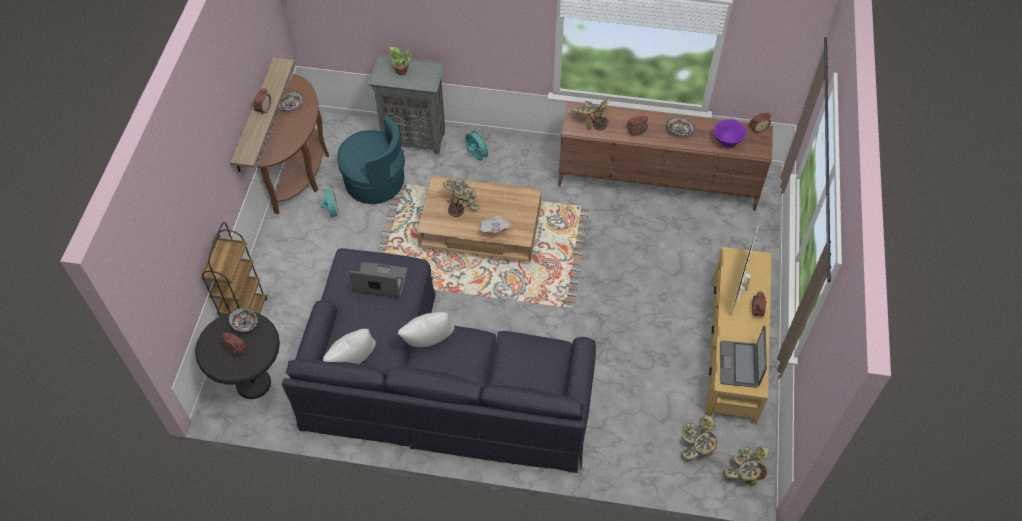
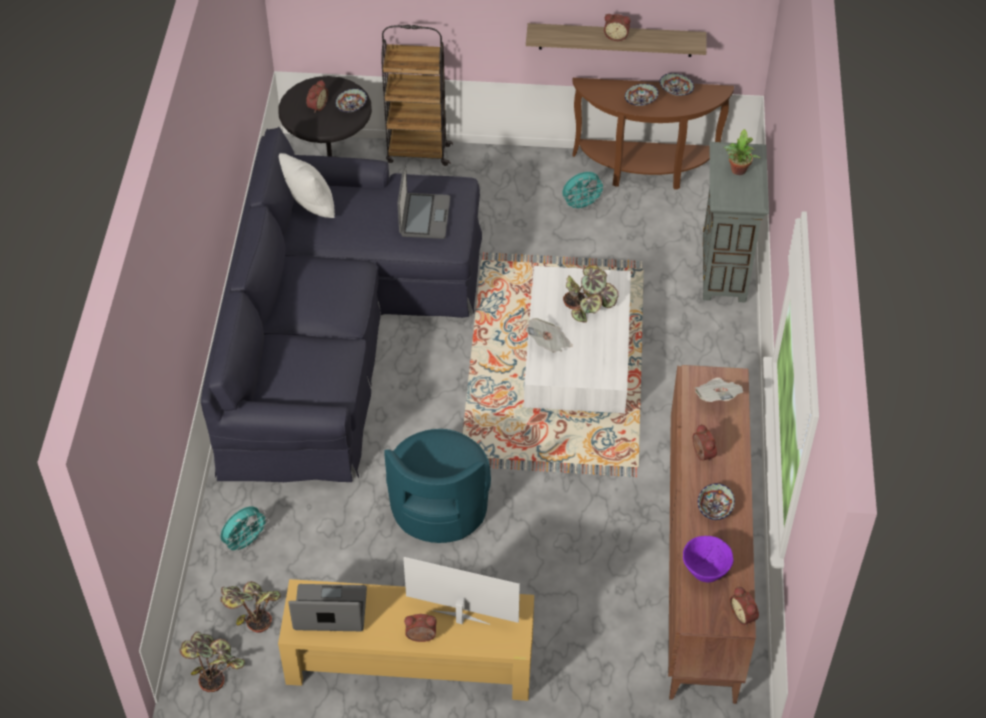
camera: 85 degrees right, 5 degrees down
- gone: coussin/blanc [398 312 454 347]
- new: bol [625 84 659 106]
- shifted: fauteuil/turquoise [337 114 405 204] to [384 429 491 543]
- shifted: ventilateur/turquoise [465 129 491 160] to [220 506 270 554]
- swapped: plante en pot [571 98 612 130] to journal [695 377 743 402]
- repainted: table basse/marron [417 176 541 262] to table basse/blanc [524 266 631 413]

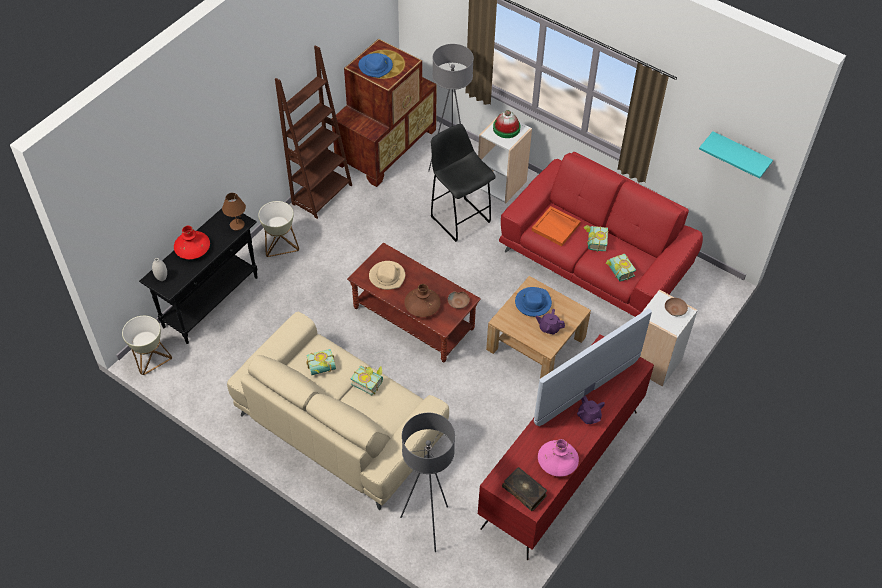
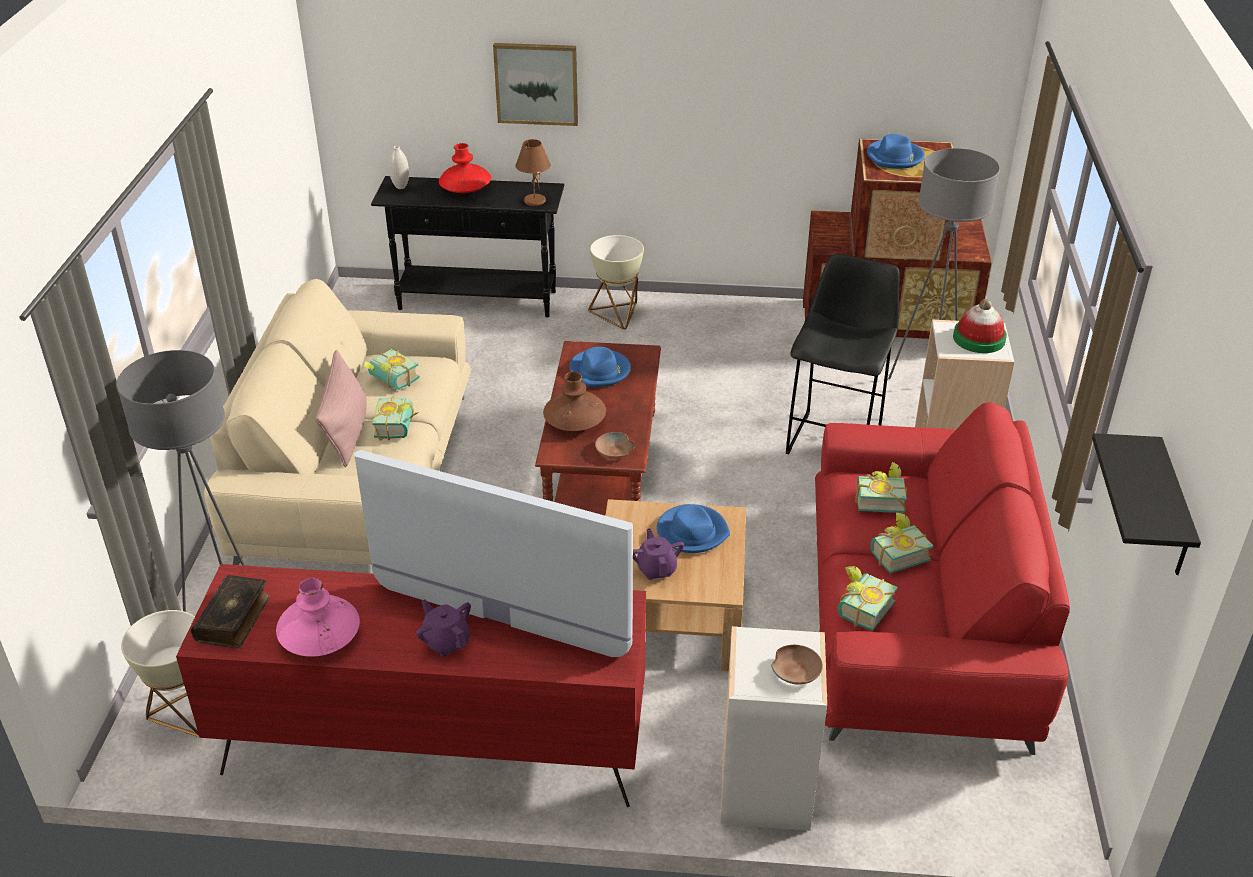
camera: 60 degrees right, 15 degrees down
- gone: bibliothèque/marron [275 45 352 219]
- new: coussin/rose [315 350 367 467]
- new: tableau [493 43 578 126]
- shifted: cache-pot [122 316 172 375] to [121 610 199 737]
- swapped: plateau/orange [532 206 581 246] to livre [855 462 907 513]
- repainted: chapeau/beige [369 261 405 290] to chapeau/bleu [570 347 631 387]
- repainted: étagère/turquoise [699 131 773 179] to étagère/noir [1092 433 1201 575]
- rotated: théière/violet [577 396 605 424] = [416 599 471 656] 105 degrees clockwise

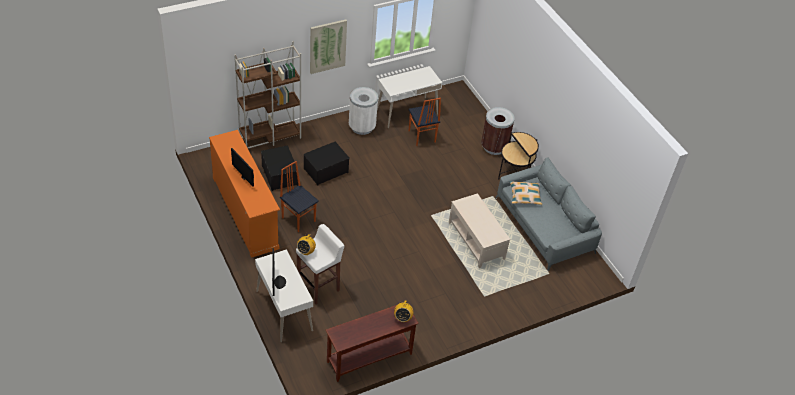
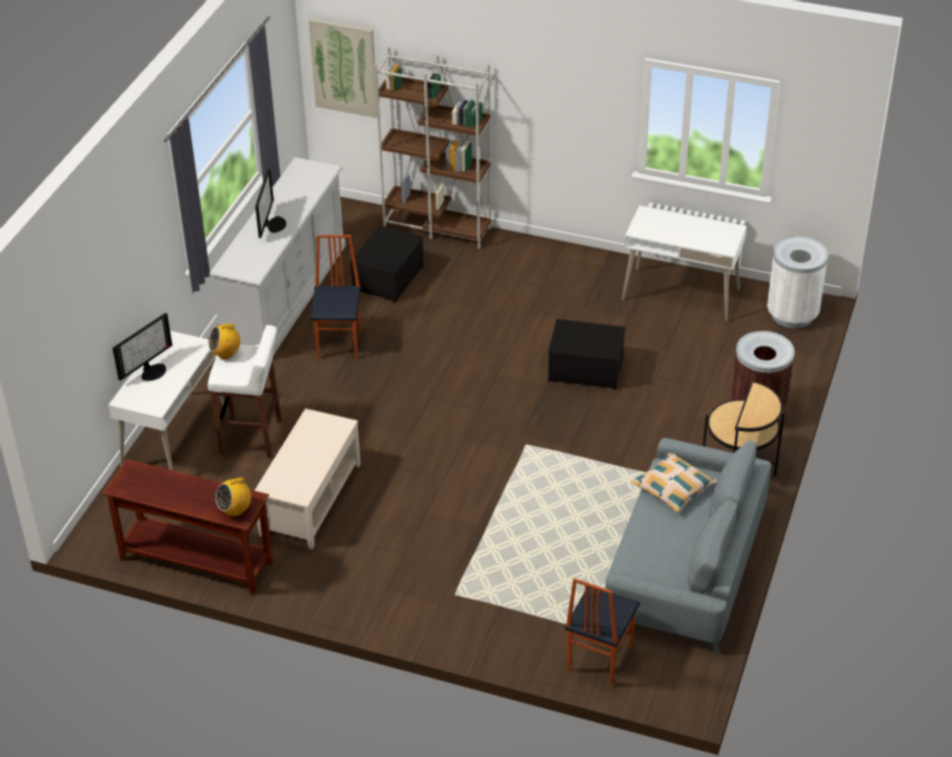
camera: 50 degrees right, 5 degrees down
- shifted: boîte de rangement [303 142 349 186] to [548 319 626 390]
- shifted: tableau [310 19 347 74] to [309 18 377 118]
- shifted: poubelle/blanc [349 87 378 135] to [767 236 828 328]
- shifted: chaise [408 98 441 146] to [565 578 640 686]
- shifted: table basse/beige [449 193 510 268] to [254 408 361 550]
- repainted: meuble de rangement/orange [209 130 280 258] to meuble de rangement/blanc [209 157 346 355]

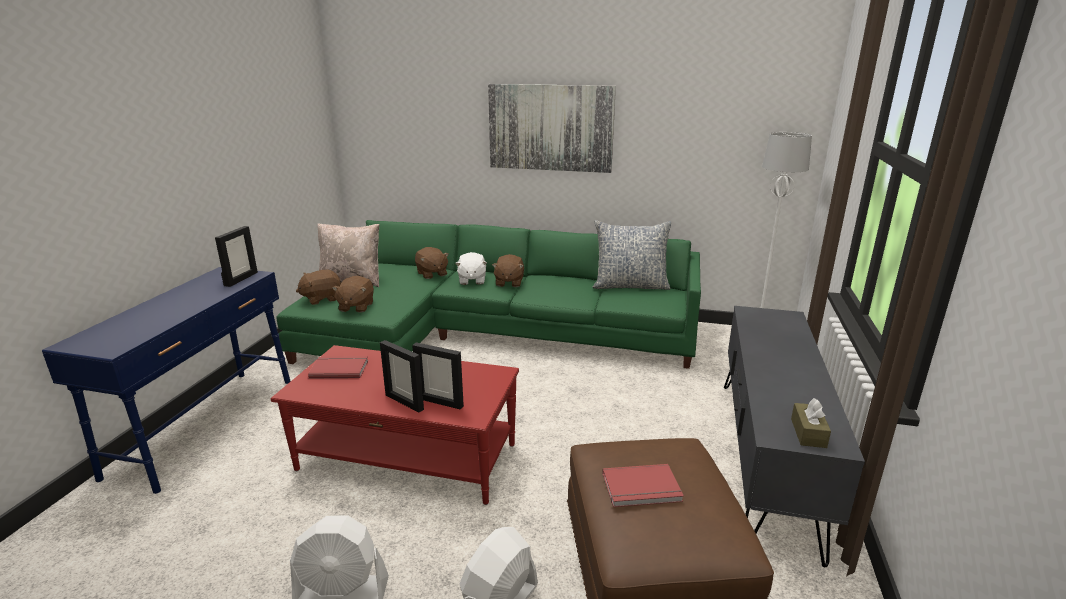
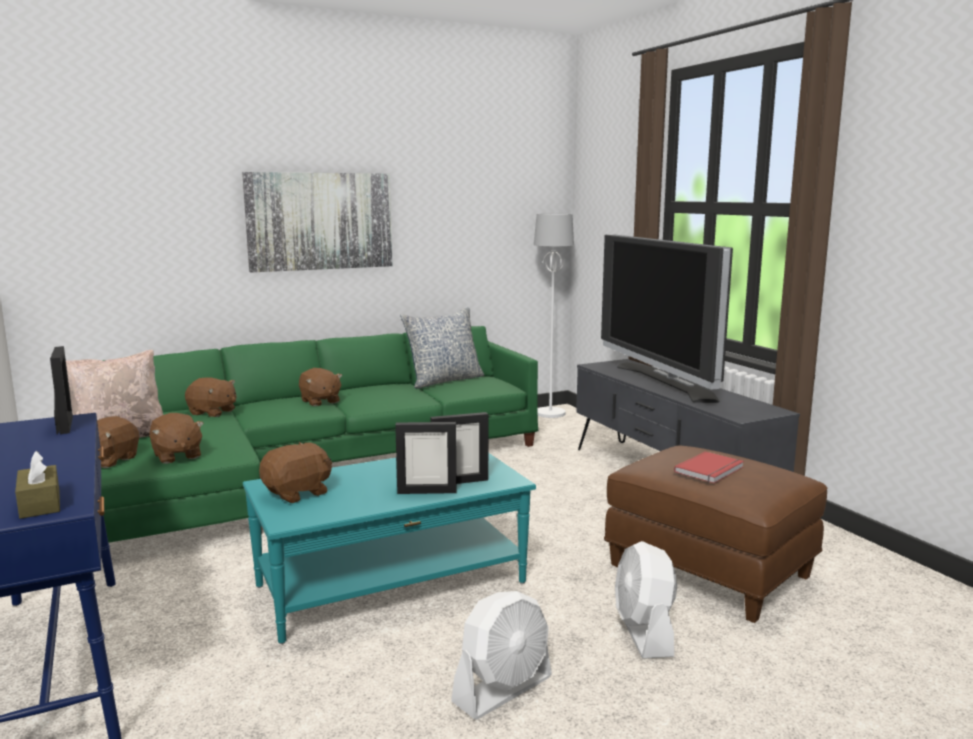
camera: 40 degrees left, 10 degrees down
- gone: peluche/blanc [455 252 487 285]
- new: téléviseur [601 234 733 403]
- shifted: boîte à mouchoirs/marron [791 398 831 448] to [15 451 60 519]
- swapped: livre/rouge [308 356 368 379] to peluche/marron [259 442 332 503]
- repainted: table basse/rouge [271 345 519 505] to table basse/turquoise [243 453 536 644]

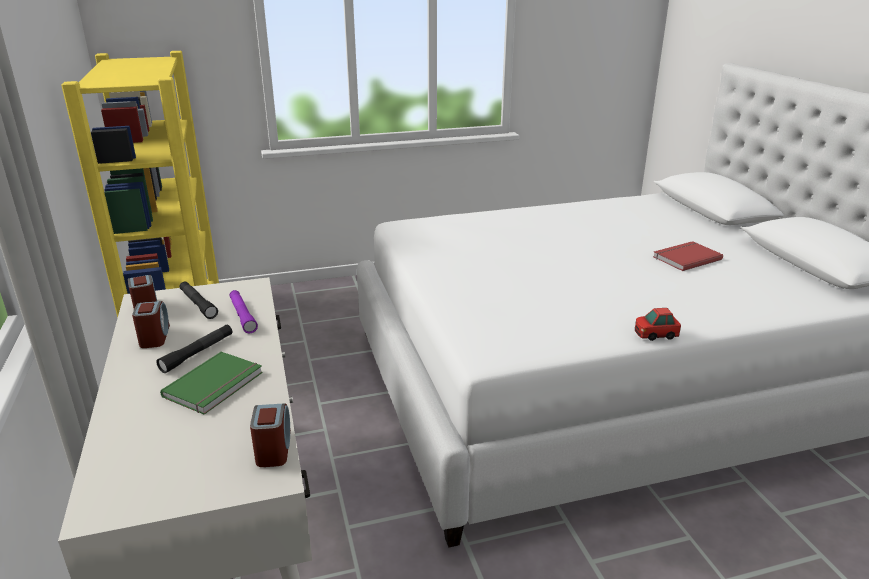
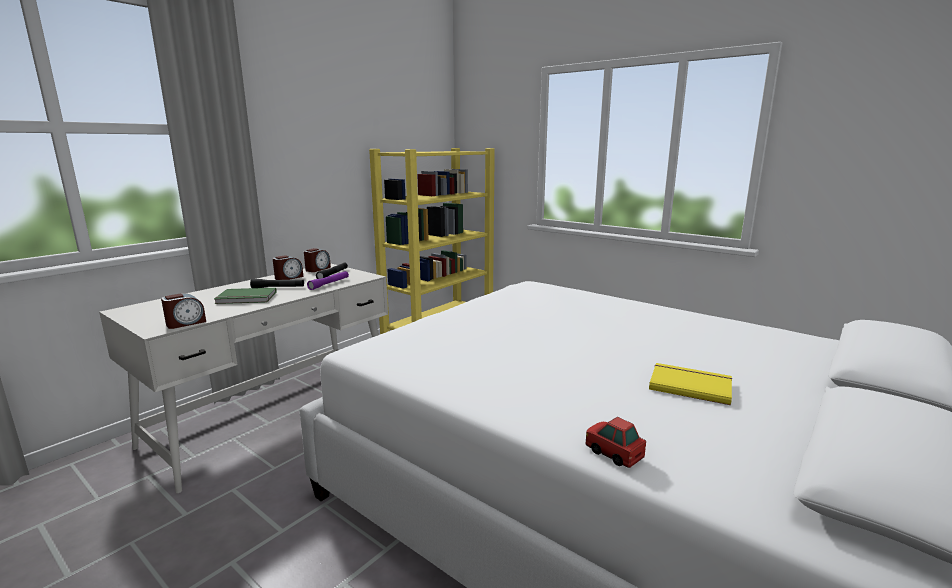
camera: 55 degrees right, 10 degrees down
- shifted: petite voiture [635 308 681 341] to [586 417 646 468]
- repainted: livre/rouge [653 241 723 271] to livre/jaune [649 363 732 405]

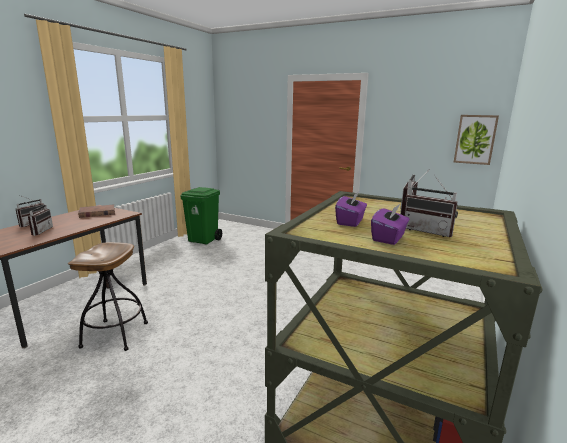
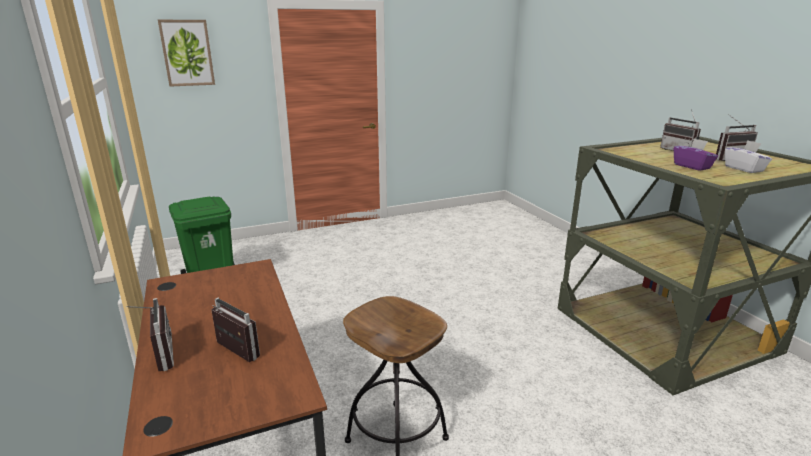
camera: 50 degrees left, 5 degrees up
- gone: livre/marron [78 204 115 218]
- shifted: tableau [454 115 499 165] to [158 20 215 87]
- repainted: boîte à mouchoirs/violet [371 204 409 245] to boîte à mouchoirs/blanc [725 141 772 173]

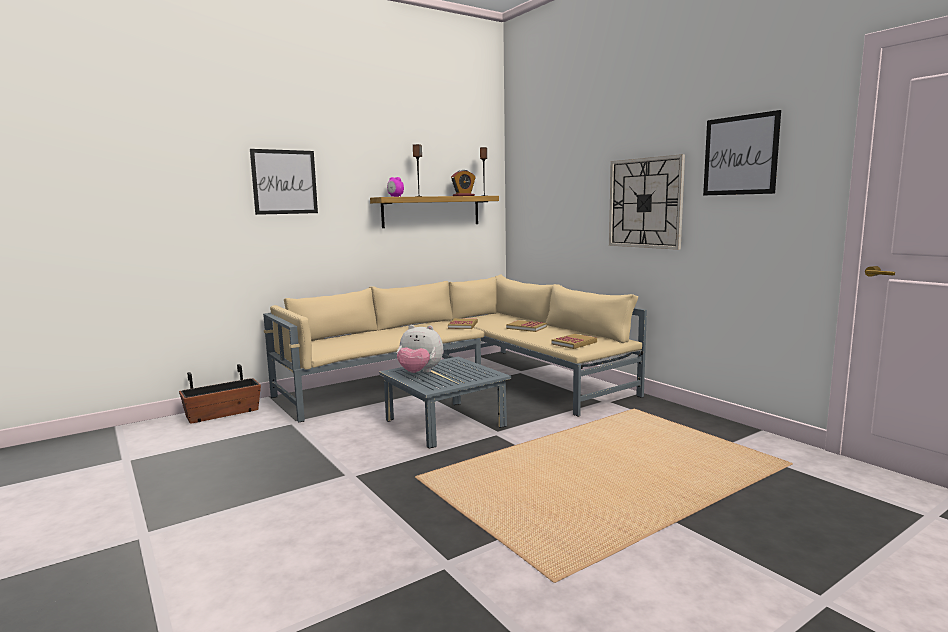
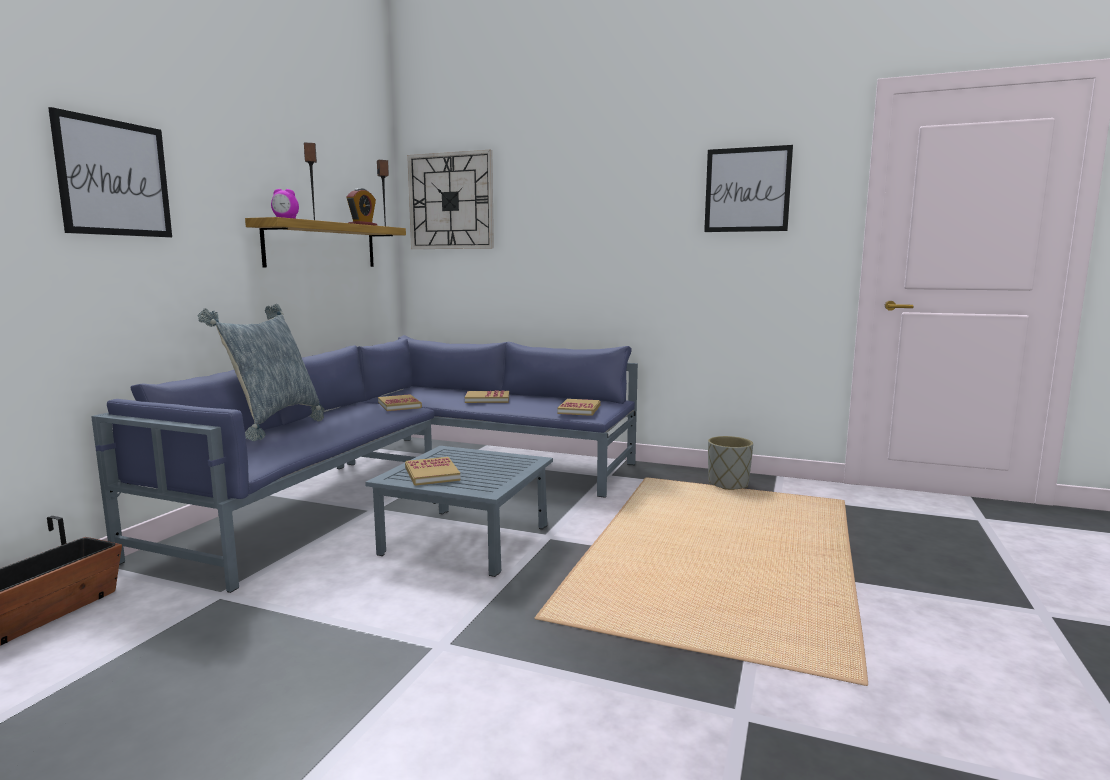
camera: 35 degrees left, 0 degrees up
- new: coussin [197 304 325 441]
- new: cache-pot/gris [708 436 753 490]
- shifted: horloge murale [609 154 685 250] to [407 150 494 249]
- swapped: peluche [397 325 443 373] to livre [405 457 461 486]
- repainted: canapé/beige [263 274 647 449] to canapé/bleu [91 335 638 593]

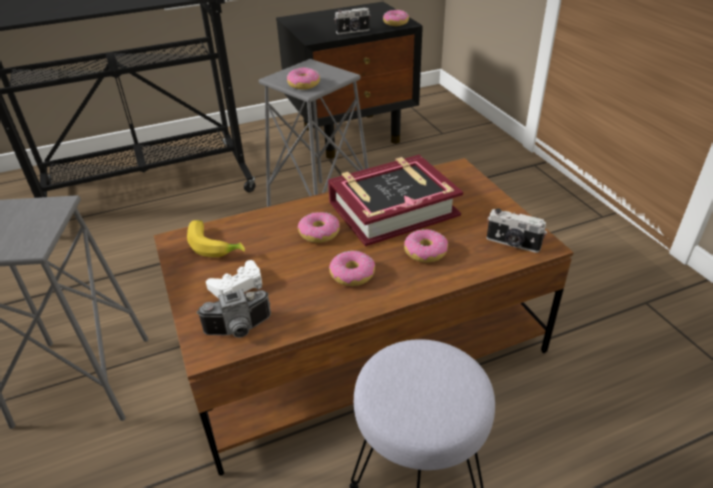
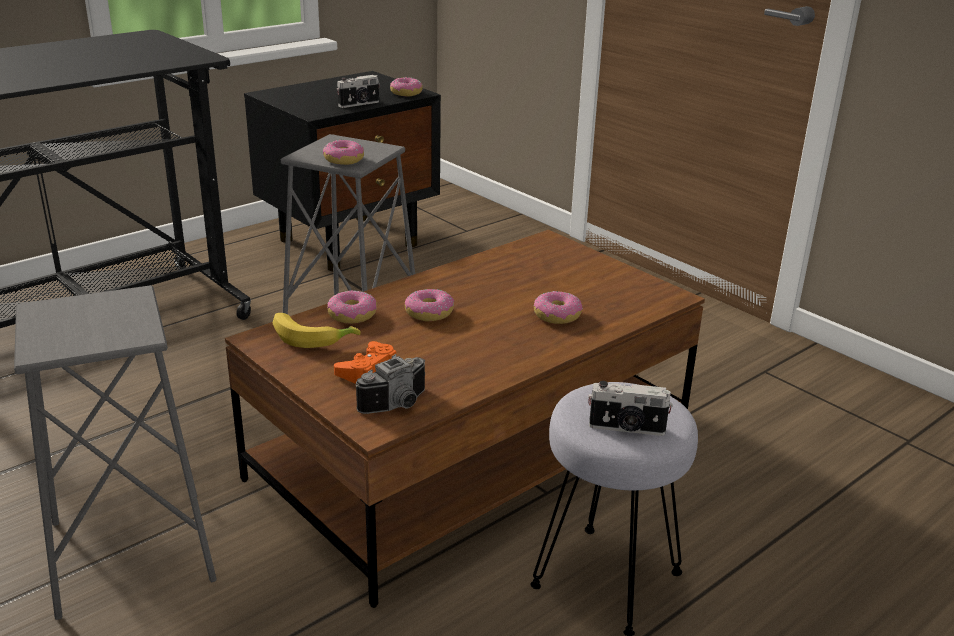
camera: 20 degrees left, 10 degrees down
- gone: livre [328 155 463 246]
- shifted: beignet [329 251 375 286] to [327 290 377 323]
- shifted: appareil photo [487 208 547 253] to [588 381 673 436]
- repainted: manette/blanc [206 260 262 299] to manette/orange [334 341 396 384]

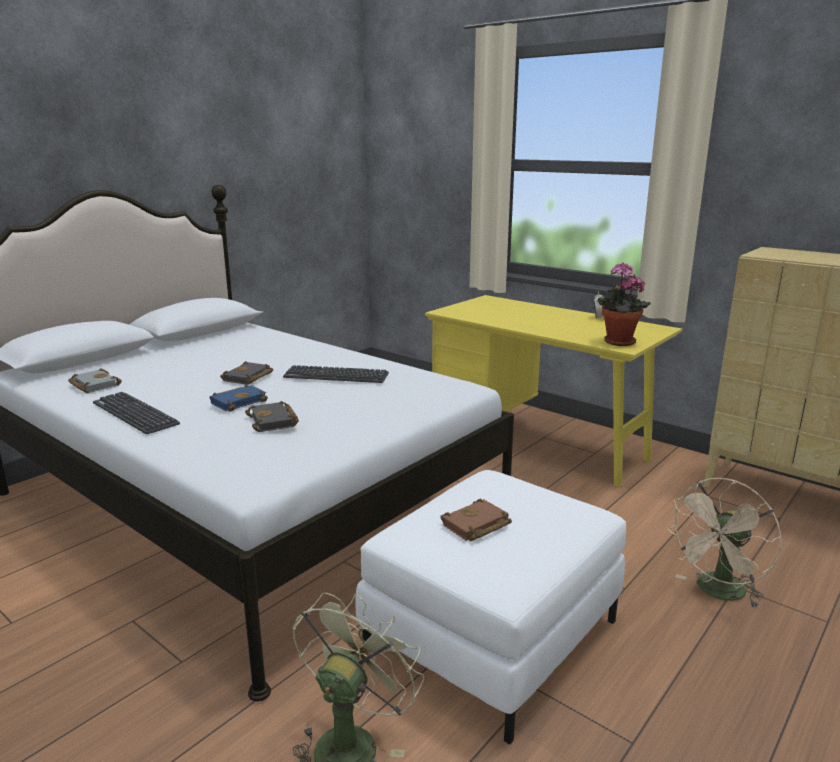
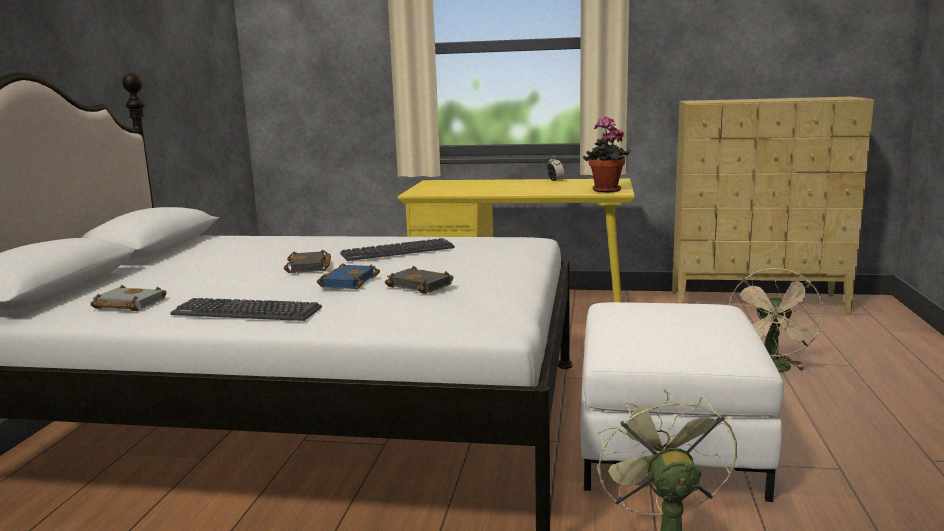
camera: 30 degrees left, 5 degrees down
- gone: livre/marron [440 499 512 541]

